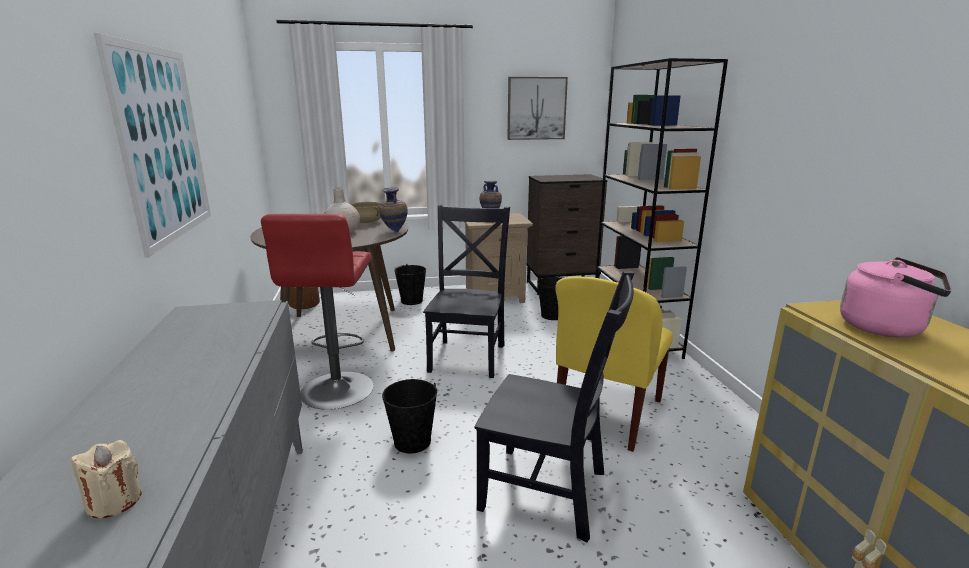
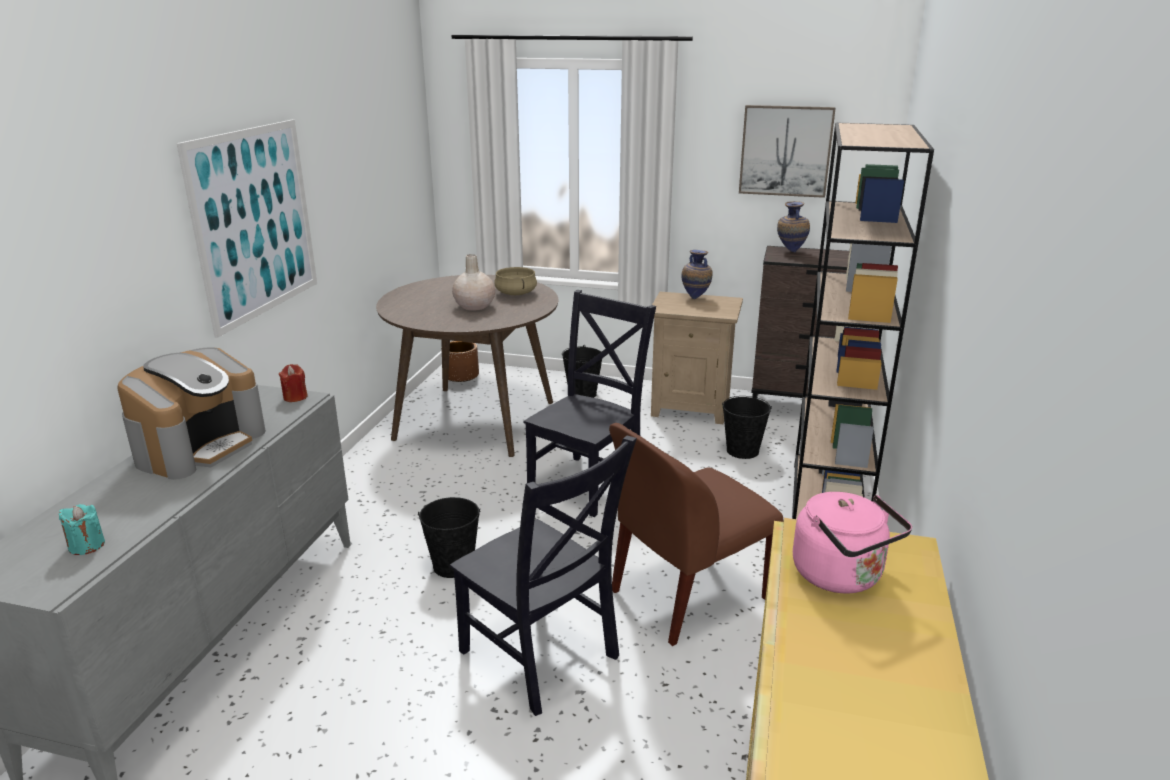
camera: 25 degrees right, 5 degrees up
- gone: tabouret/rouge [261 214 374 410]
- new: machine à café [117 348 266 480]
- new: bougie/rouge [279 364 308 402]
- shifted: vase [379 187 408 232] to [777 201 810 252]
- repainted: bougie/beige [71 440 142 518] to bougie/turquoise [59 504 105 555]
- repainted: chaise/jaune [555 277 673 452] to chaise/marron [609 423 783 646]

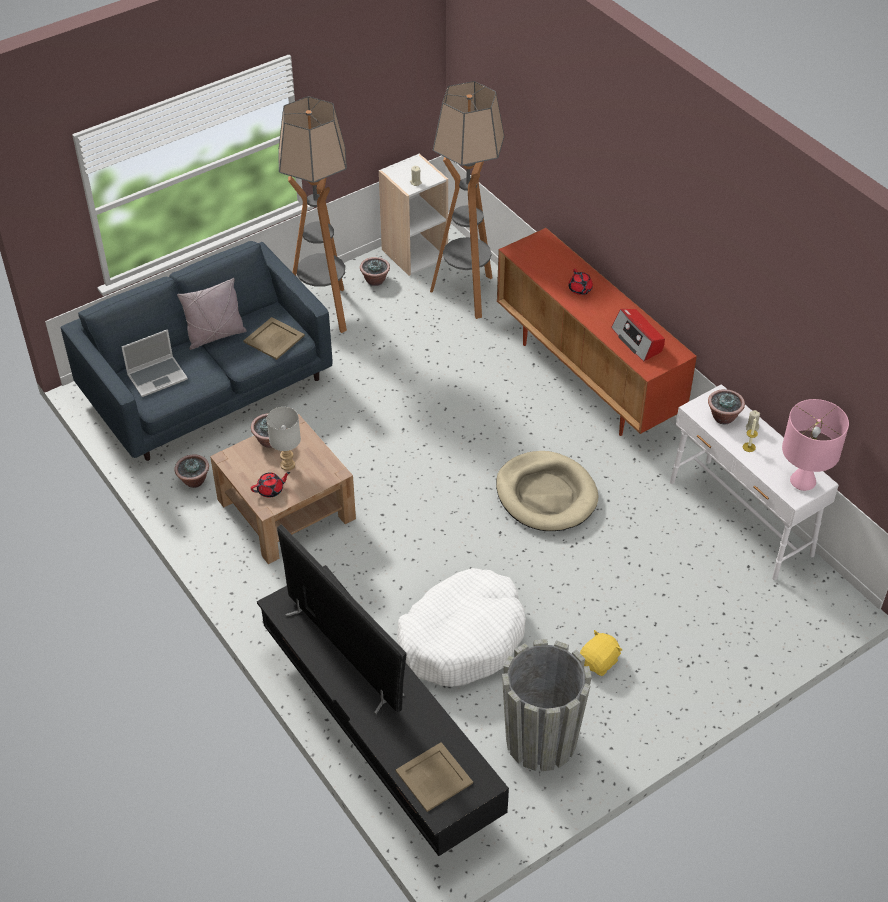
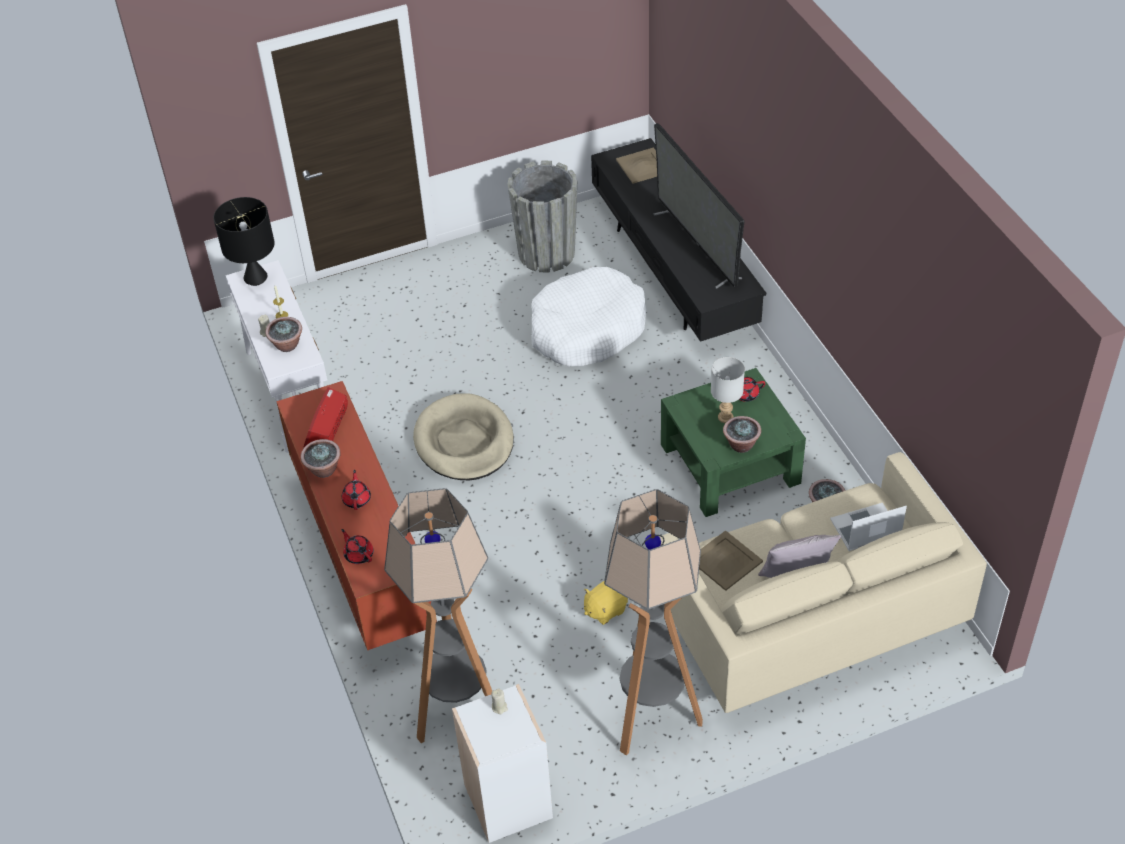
camera: 165 degrees left, 0 degrees up
- new: théière/rouge [341 529 374 564]
- shifted: plante en pot [360 257 390 286] to [301 439 341 478]
- shifted: peluche/jaune [580 630 622 676] to [584 581 628 625]
- repainted: canapé/bleu [61 241 333 461] to canapé/beige [660 452 987 713]
- repainted: table basse/marron [210 414 356 564] to table basse/vert [661 368 806 517]
- repainted: lampe de table/rose [782 399 849 491] to lampe de table/noir [213 197 275 286]
- rotated: radio [611 309 665 362] = [303 387 348 448] 150 degrees counterclockwise

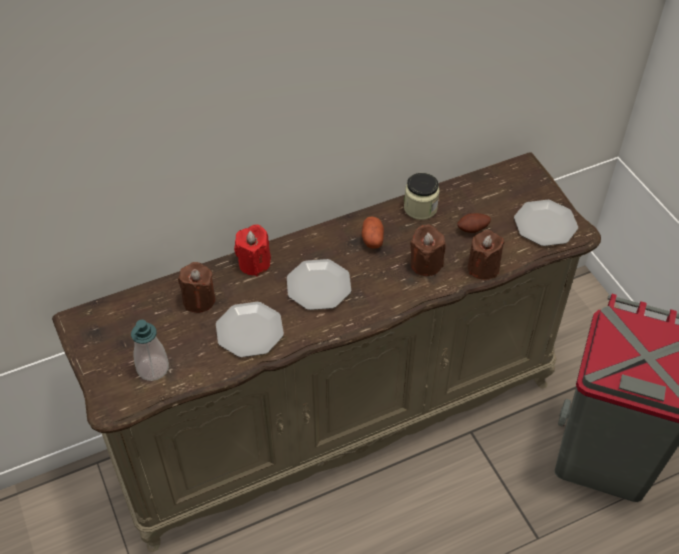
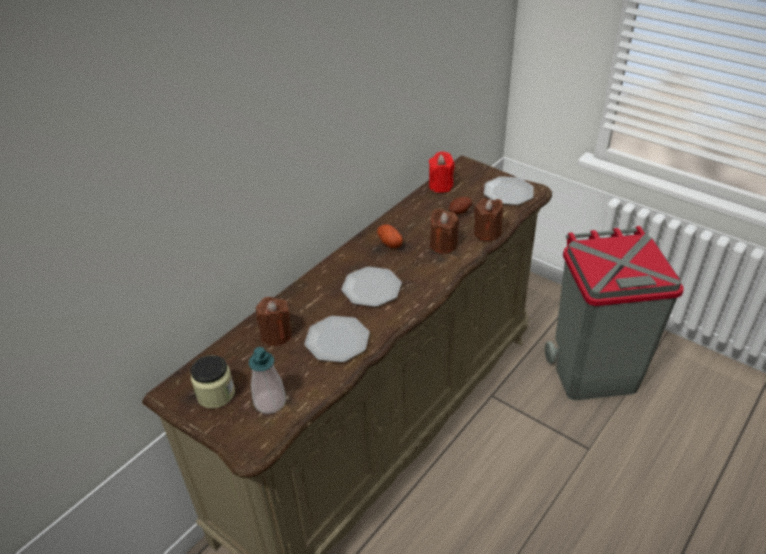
camera: 25 degrees left, 10 degrees down
- shifted: bougie/rouge [234 224 271 276] to [429 151 454 193]
- shifted: bocal [404 173 440 220] to [191 355 235 409]

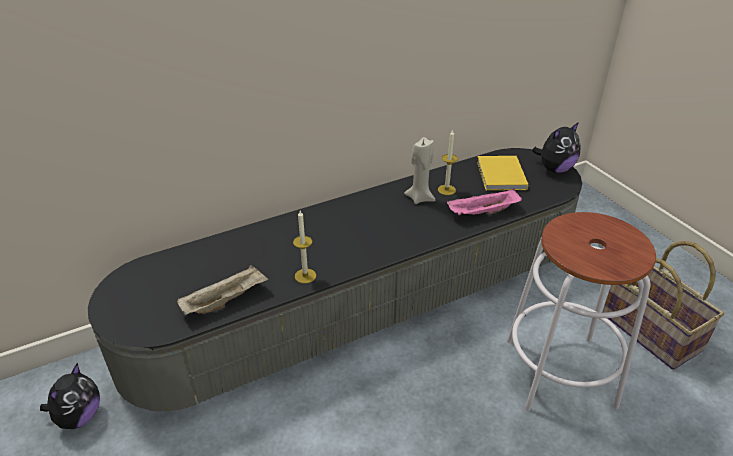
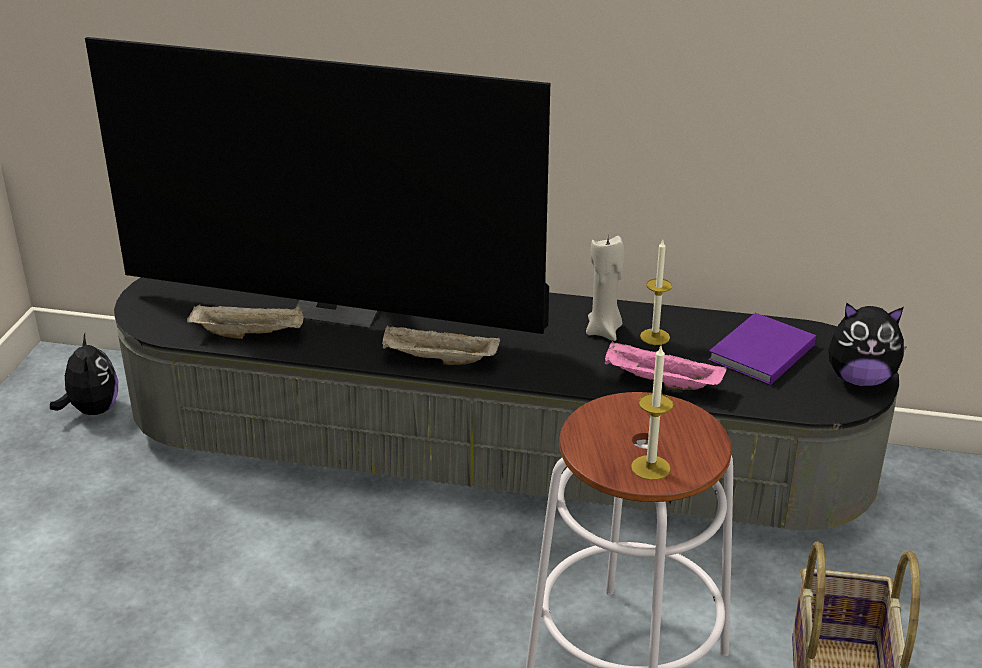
camera: 40 degrees right, 5 degrees down
- new: téléviseur [85 37 550 334]
- new: plateau/beige [382 325 500 365]
- shifted: bougie [293 211 316 283] to [631 346 674 480]
- repainted: livre/jaune [477 156 528 191] to livre/violet [708 313 816 385]
- rotated: peluche [40 363 100 429] = [50 333 118 415] 75 degrees counterclockwise

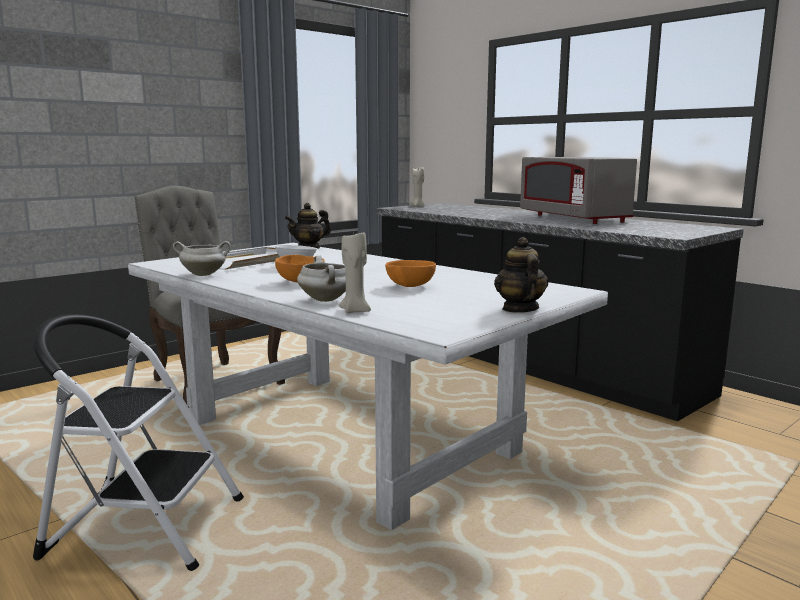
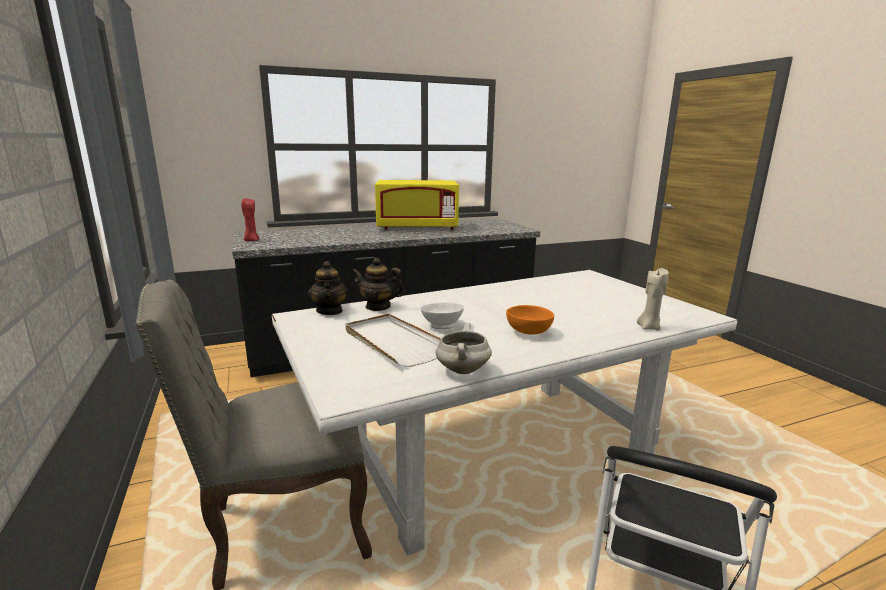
camera: 70 degrees left, 5 degrees up
- gone: marmite/blanc [297 255 346 302]
- gone: bol/orange [385 260 436 287]
- shifted: théière [494 237 548 313] to [352 258 405 311]
- repainted: bougie/beige [410 167 425 207] to bougie/rouge [241 198 259 241]
- repainted: micro-ondes/gris [520 157 637 224] to micro-ondes/jaune [375 180 459 230]

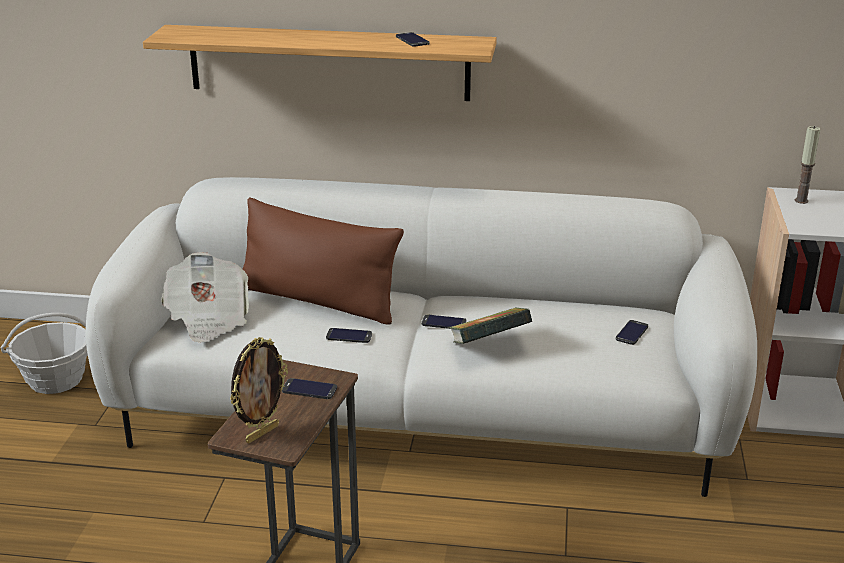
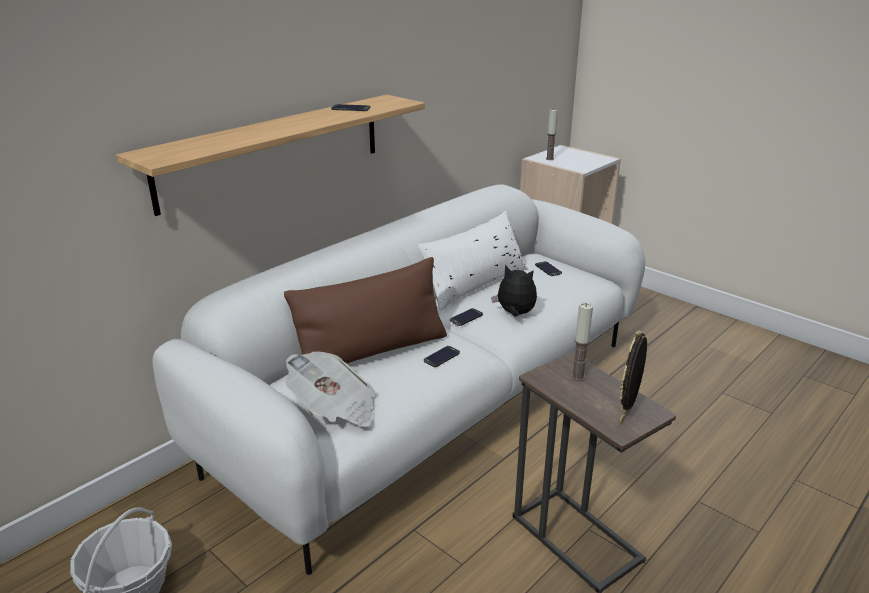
camera: 55 degrees left, 0 degrees up
- new: coussin/blanc [418 211 528 311]
- swapped: téléphone [282 378 337 399] to bougie [571 303 593 381]
- swapped: livre [449 308 532 344] to peluche [491 265 537 317]
- rotated: cadre photo [230 337 288 444] = [619 330 647 425] 135 degrees counterclockwise

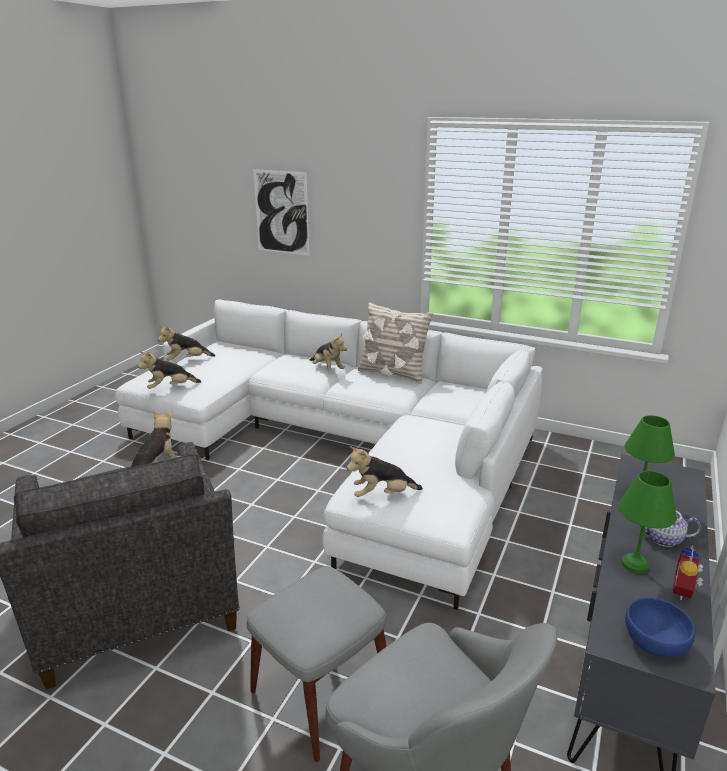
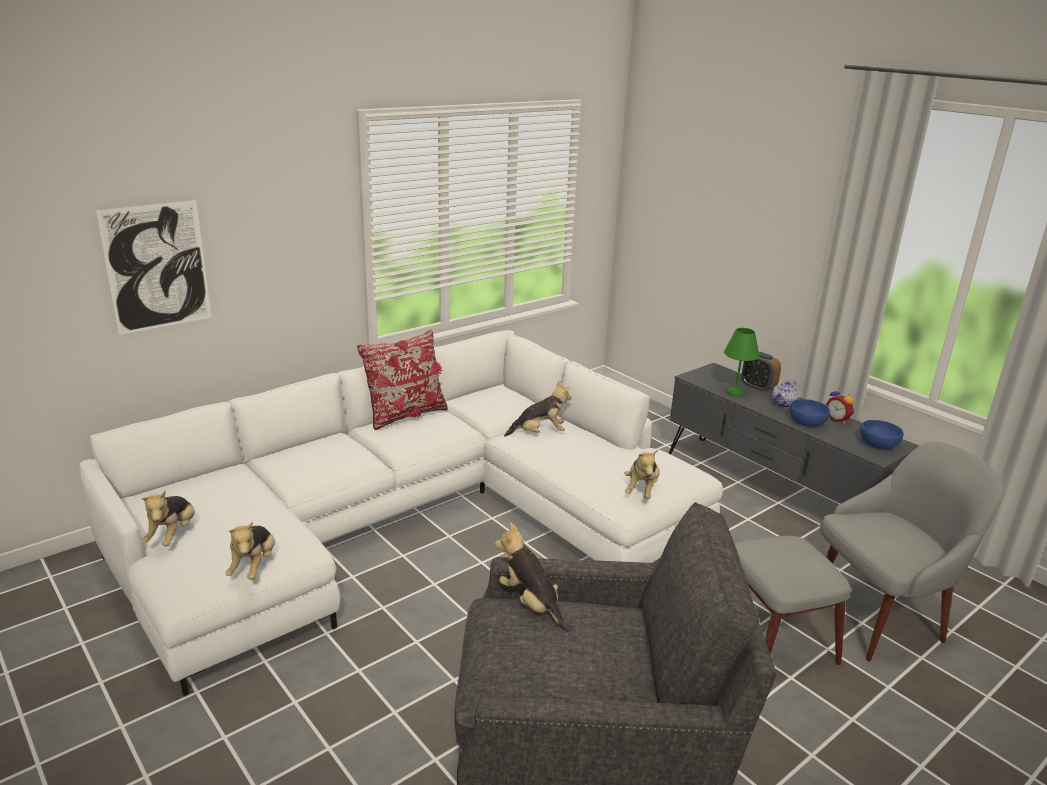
camera: 65 degrees left, 0 degrees up
- new: réveil [742 352 781 392]
- shifted: peluche [310 333 347 371] to [504 381 572 437]
- swapped: lampe de table/vert [618 471 677 573] to bol/bleu [790 399 830 427]
- repainted: coussin/beige [358 302 433 384] to coussin/rouge [357 329 448 430]

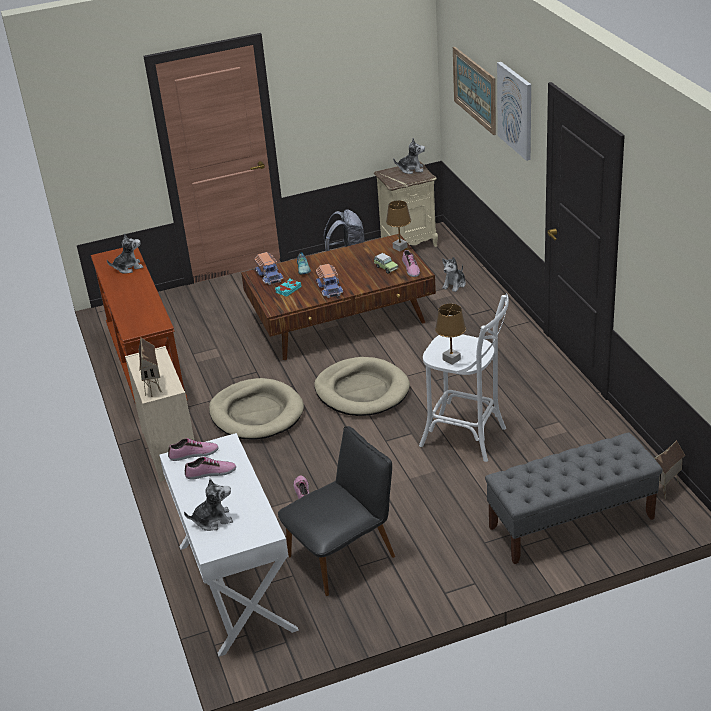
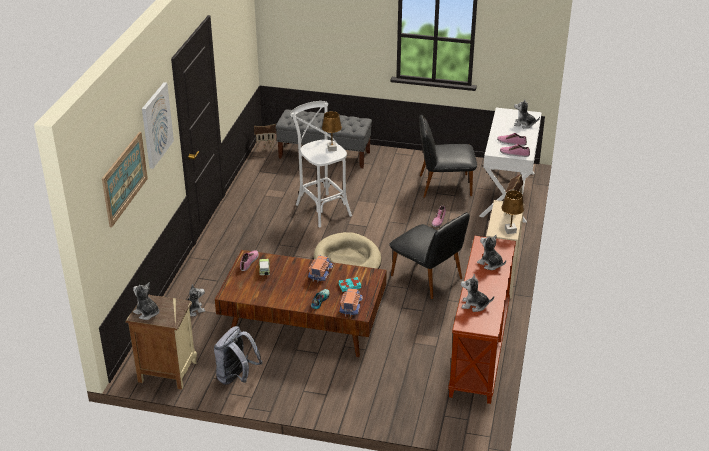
camera: 150 degrees left, 0 degrees up
- new: peluche [477 235 506 270]
- shifted: lampe de table/marron [386 200 411 251] to [501 190 524 234]
- swapped: panier pour chien/beige [209 378 304 440] to chaise/noir [389 212 470 299]

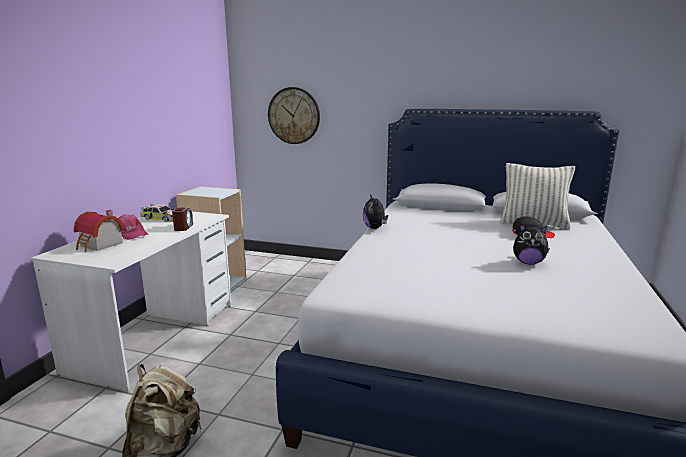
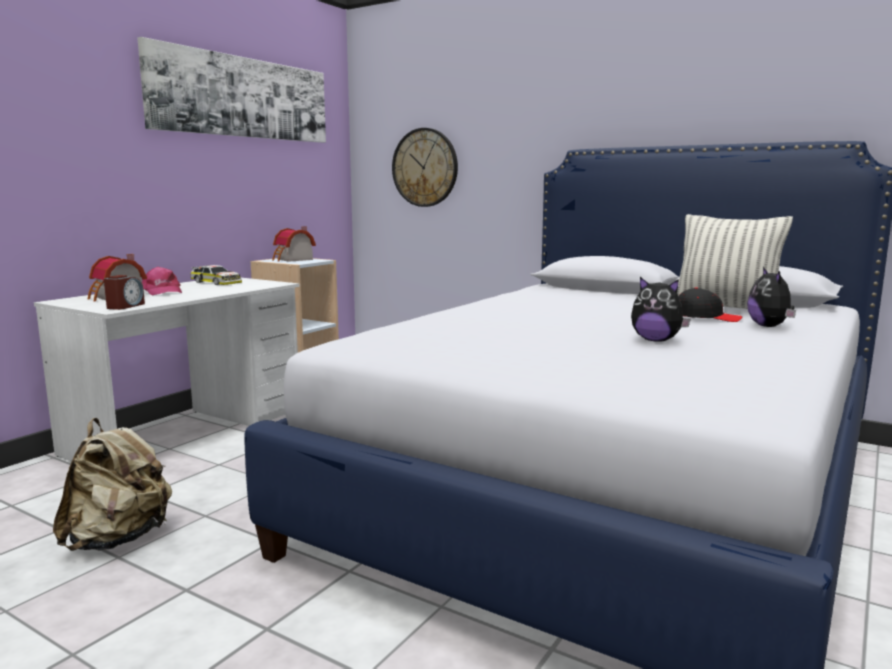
camera: 15 degrees right, 5 degrees down
- new: tableau [137 37 326 143]
- new: maison miniature [272 226 316 262]
- shifted: réveil [172 207 193 231] to [104 275 145 310]
- shifted: peluche [363 194 388 229] to [747 267 796 327]

